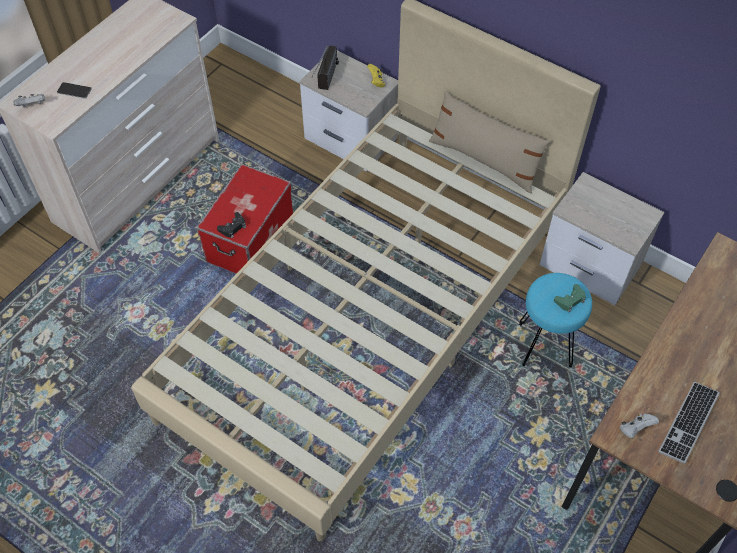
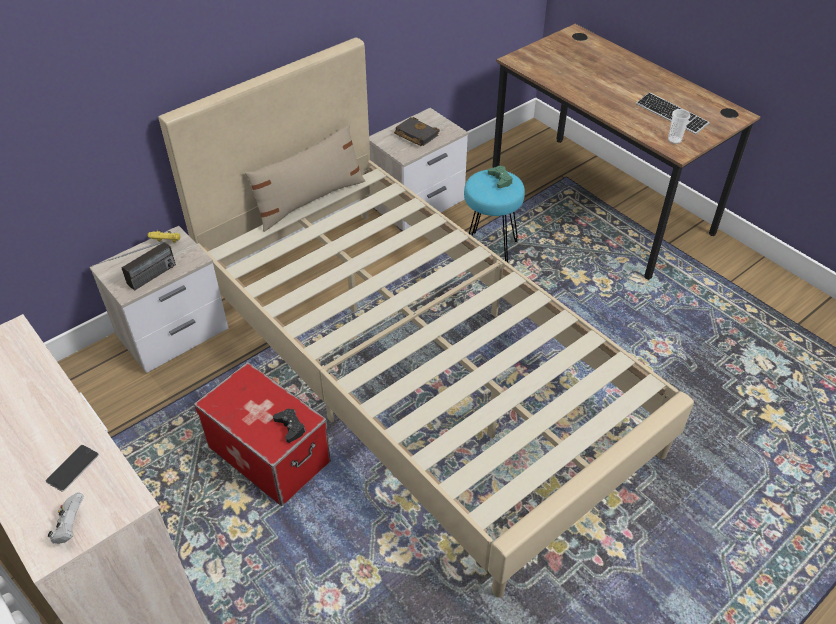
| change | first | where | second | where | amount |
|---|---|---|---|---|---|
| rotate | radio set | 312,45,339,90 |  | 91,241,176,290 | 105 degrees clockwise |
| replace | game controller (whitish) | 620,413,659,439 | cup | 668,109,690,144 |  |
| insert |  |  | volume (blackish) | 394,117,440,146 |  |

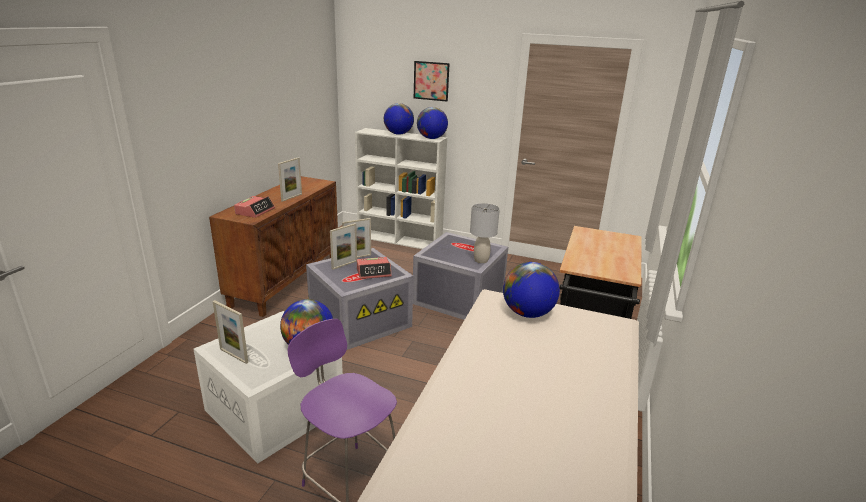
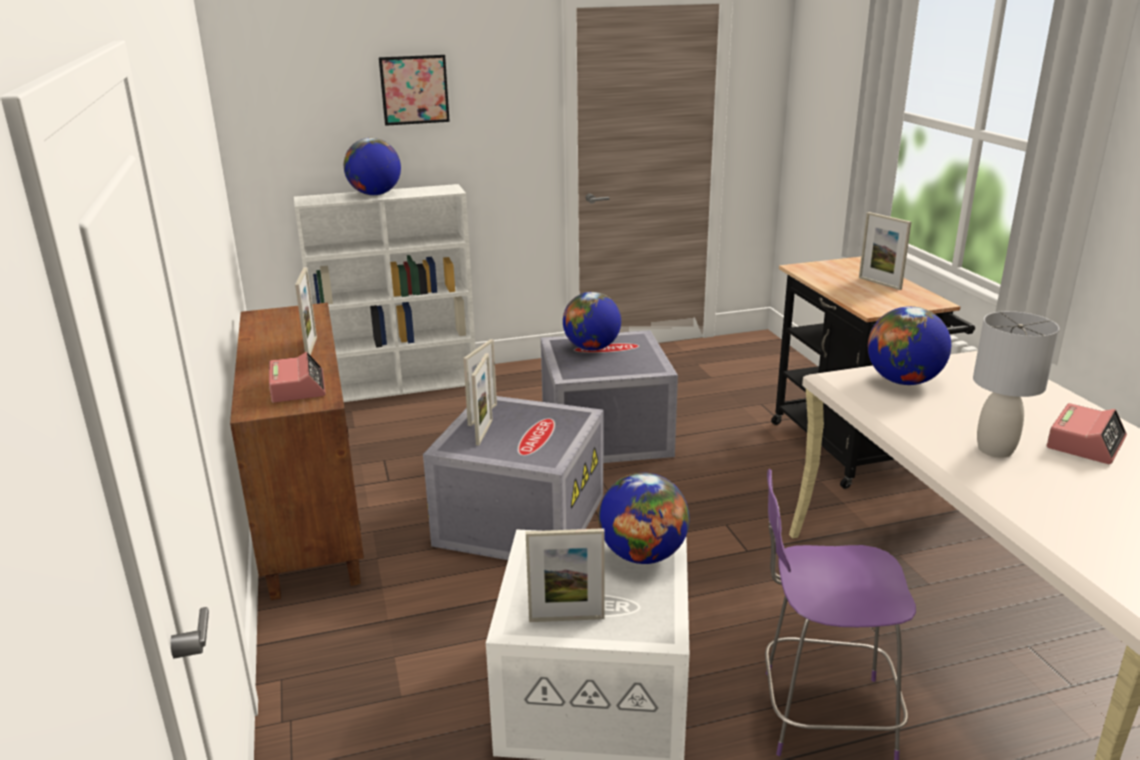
| change | first | where | second | where | amount |
|---|---|---|---|---|---|
| move | alarm clock | 357,257,392,279 |  | 1046,403,1127,464 |  |
| move | world globe | 417,107,448,139 |  | 563,292,621,351 |  |
| move | lamp for a table (grey) | 470,203,500,263 |  | 973,311,1059,458 |  |
| insert |  |  | picture frame | 859,212,911,290 |  |

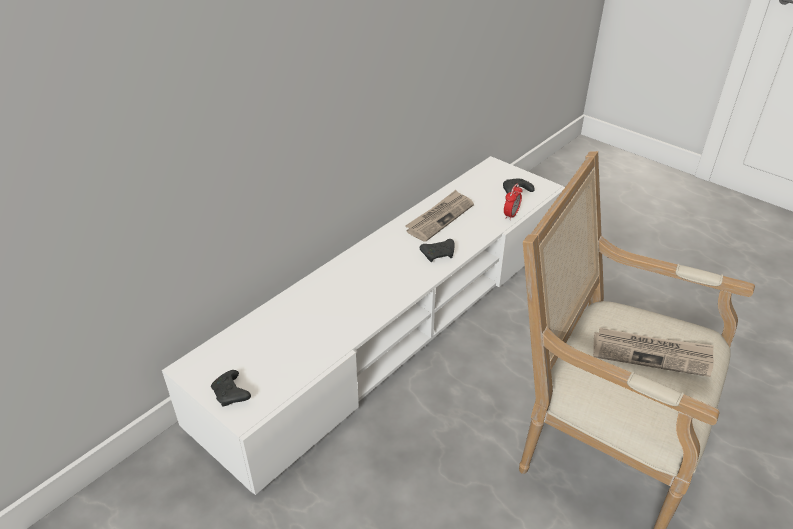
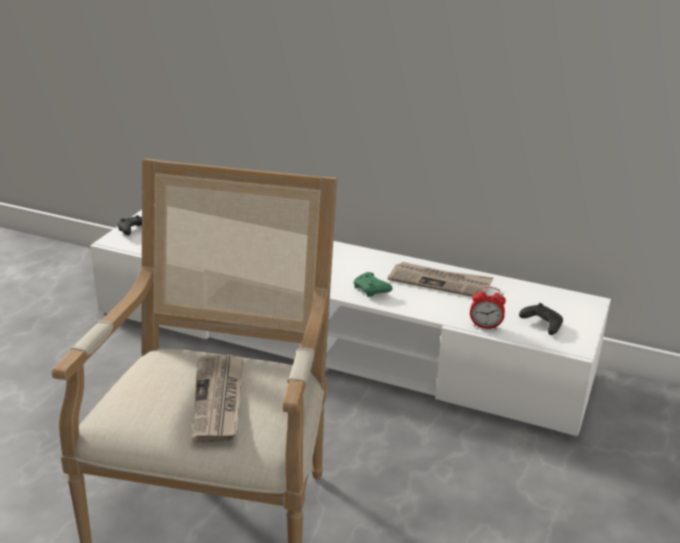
| change | first | where | second | where | amount |
|---|---|---|---|---|---|
| recolor | game controller (blackish) | 420,239,455,262 | game controller (green-coloured) | 353,272,393,297 |  |

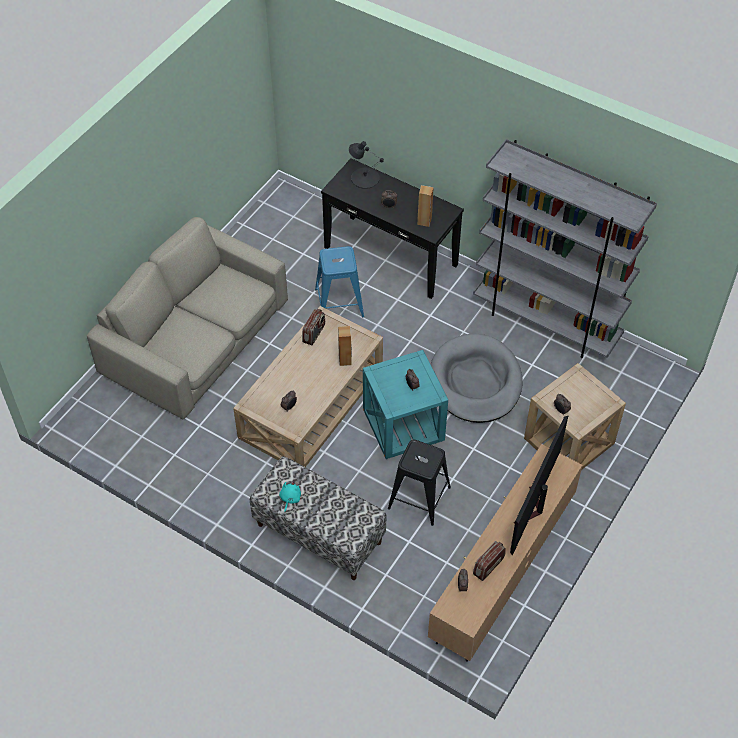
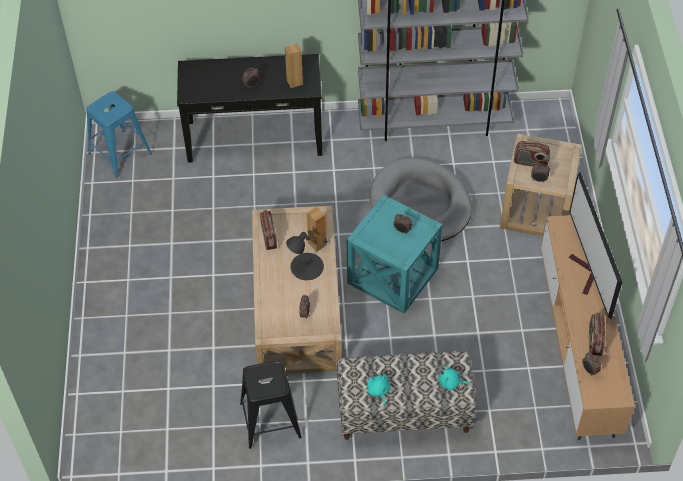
| change | first | where | second | where | amount |
|---|---|---|---|---|---|
| delete | couch (beige) | 87,217,288,419 |  |  |  |
| move | stool (blue-coloured) | 315,246,364,317 |  | 86,91,152,178 |  |
| move | lamp for a table (blackish) | 349,141,384,189 |  | 286,232,328,280 |  |
| move | stool (blackish) | 388,440,451,526 |  | 240,361,302,449 |  |
| insert |  |  | soft toy (blue-green) | 439,365,470,390 |  |
| insert |  |  | radio set | 514,141,550,167 |  |

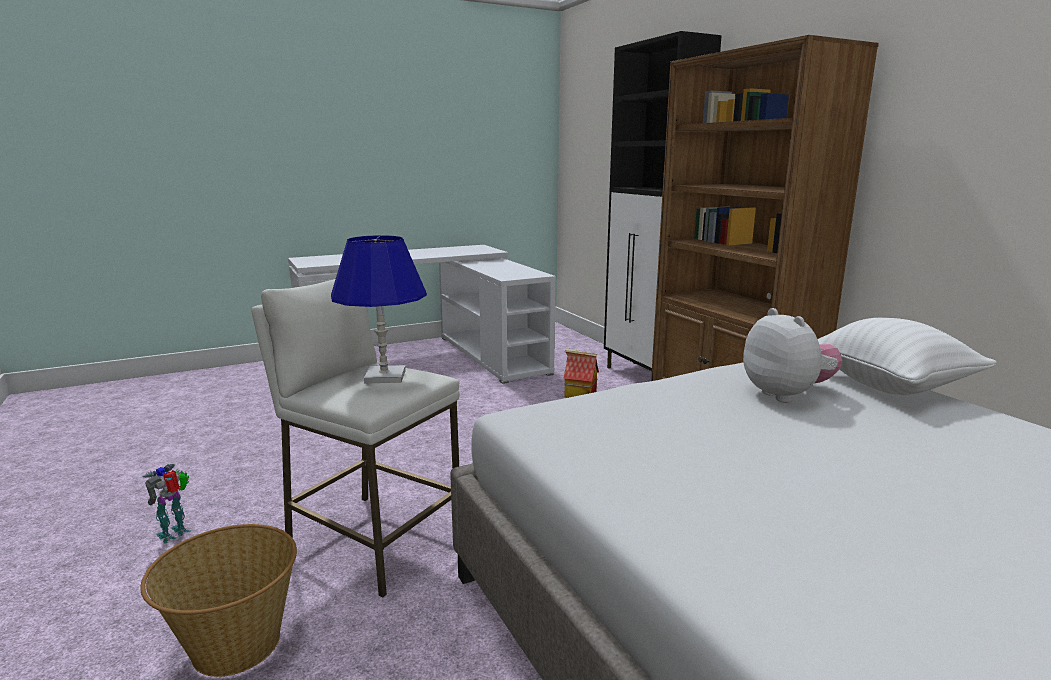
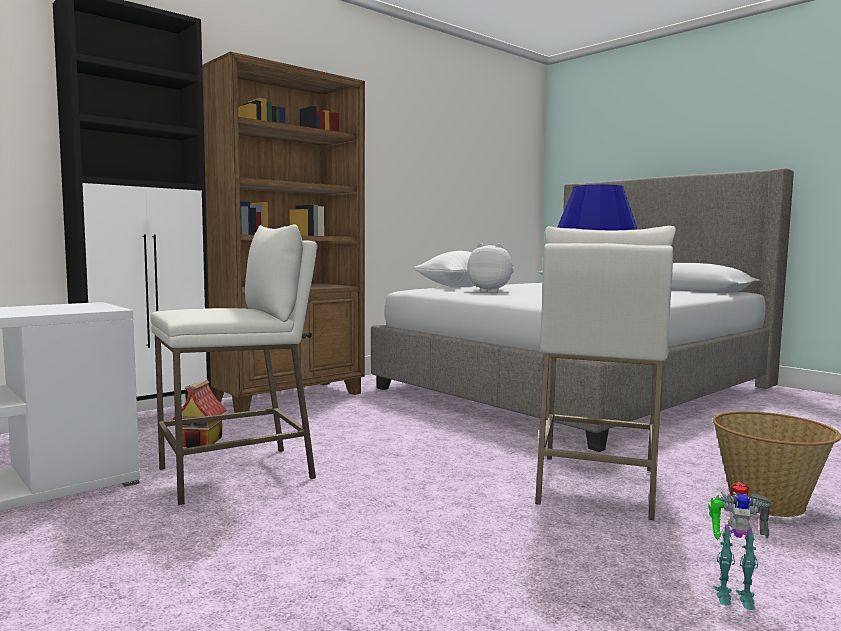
| change | first | where | second | where | amount |
|---|---|---|---|---|---|
| rotate | soft toy | 743,308,842,403 |  | 467,243,514,293 | 60 degrees clockwise |
| insert |  |  | stool (whitish) | 151,224,318,505 |  |

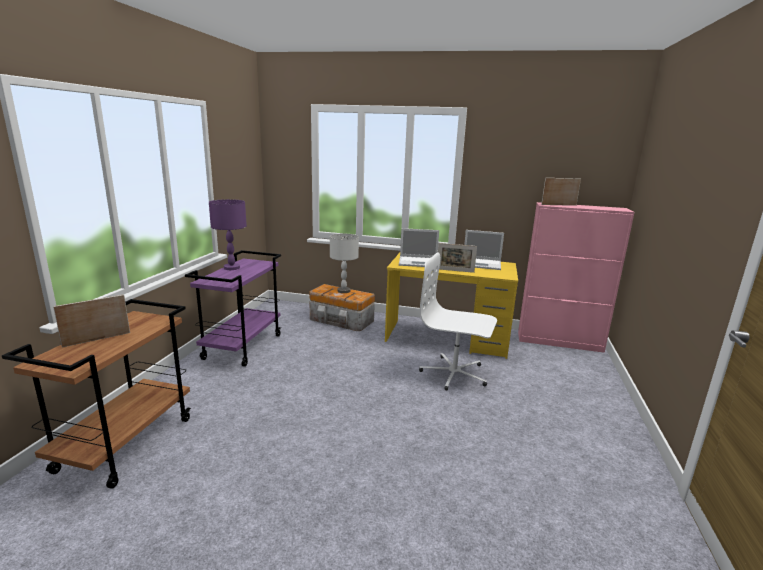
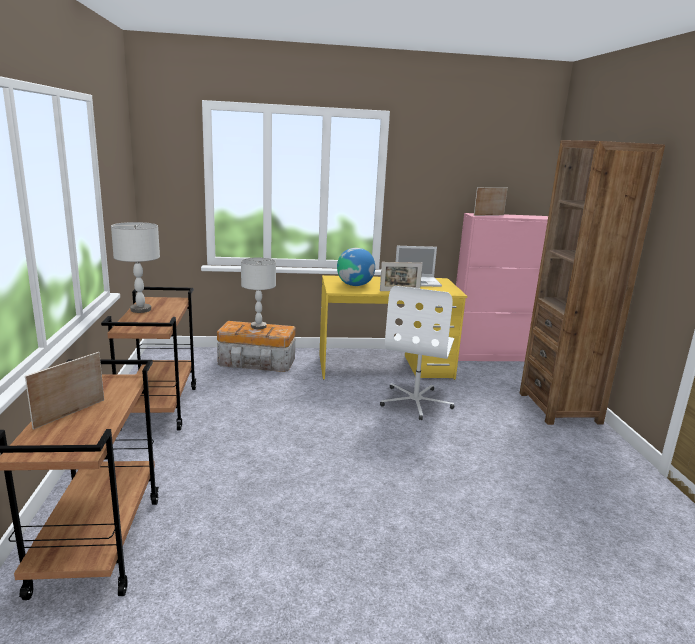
| change | first | where | second | where | amount |
|---|---|---|---|---|---|
| recolor | wheeled cart (purple-coloured) | 185,250,281,367 | wheeled cart (brown) | 101,287,196,430 |  |
| recolor | lamp for a table (purple-coloured) | 209,199,247,270 | lamp for a table (grey) | 111,222,160,313 |  |
| replace | laptop | 399,228,439,267 | world globe | 337,248,375,286 |  |
| rotate | desk chair (whitish) | 419,252,497,390 |  | 380,286,454,420 | 75 degrees counterclockwise |
| insert |  |  | bookshelf (brown) | 519,140,665,425 |  |

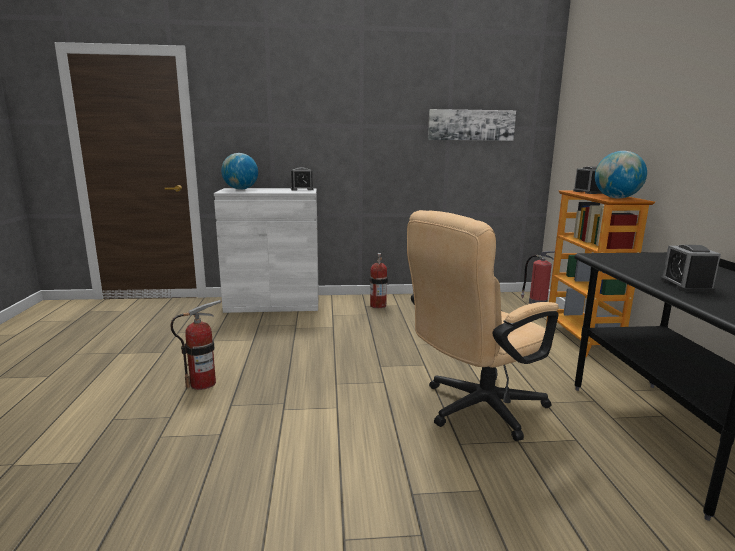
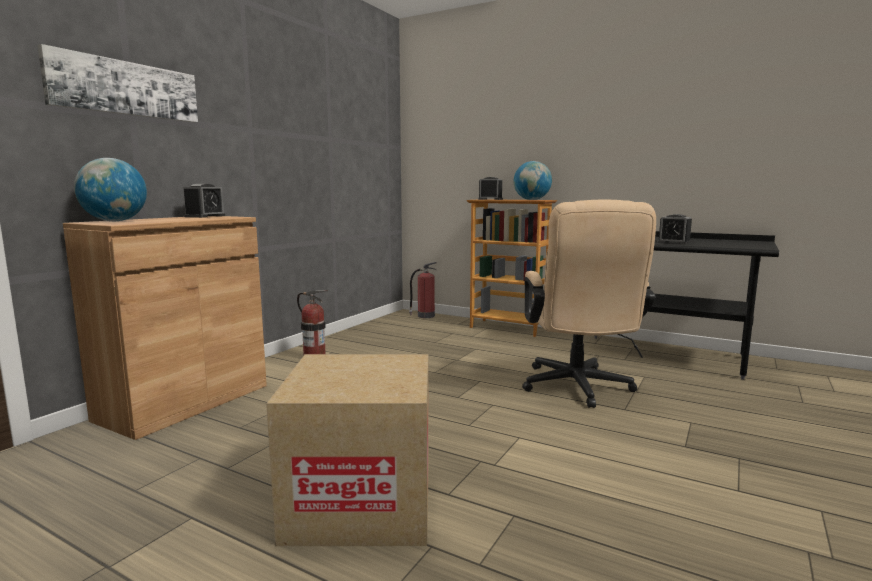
| change | first | where | second | where | amount |
|---|---|---|---|---|---|
| replace | fire-fighting cylinder | 170,300,221,390 | carton | 266,354,429,546 |  |
| recolor | cupboard (whitish) | 214,188,319,313 | cupboard (brown) | 63,216,267,440 |  |
| move | wall picture | 428,109,516,141 |  | 37,44,198,123 |  |

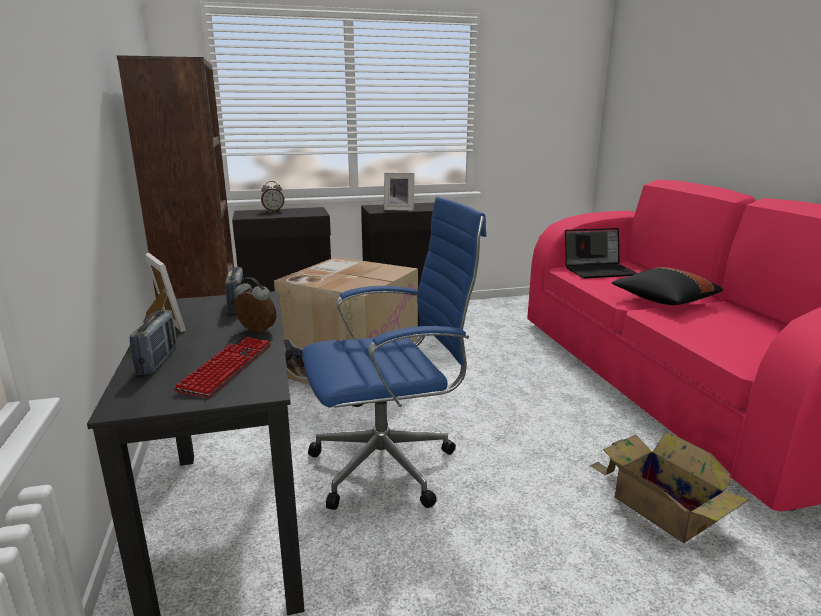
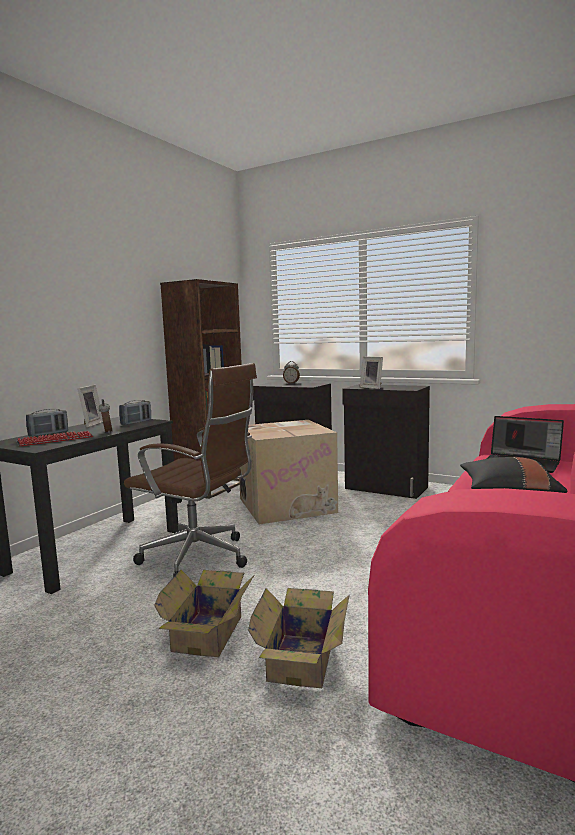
| change | first | where | second | where | amount |
|---|---|---|---|---|---|
| recolor | desk chair (blue-coloured) | 302,197,486,510 | desk chair (brown) | 124,363,257,577 |  |
| insert |  |  | carton | 154,570,254,657 |  |

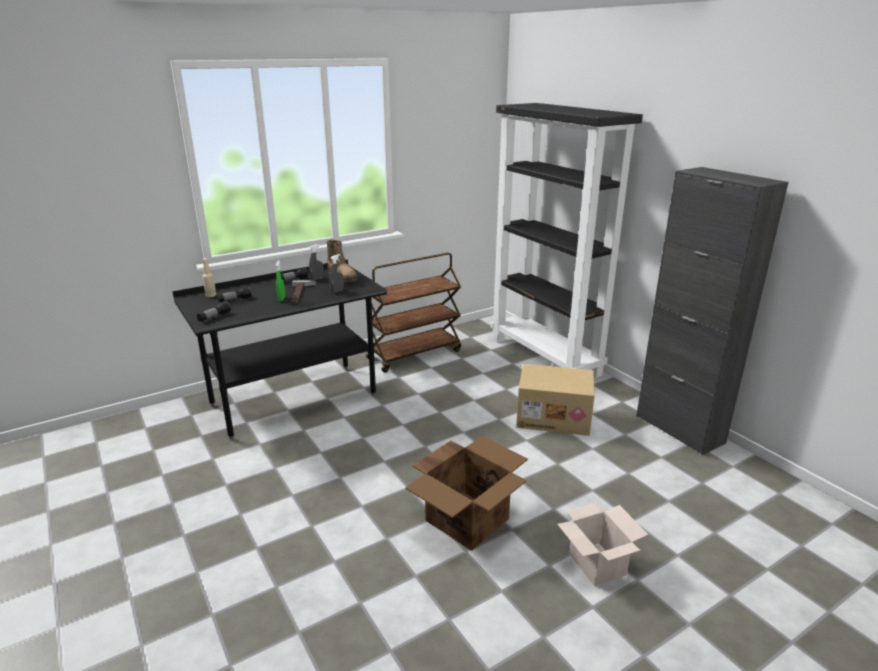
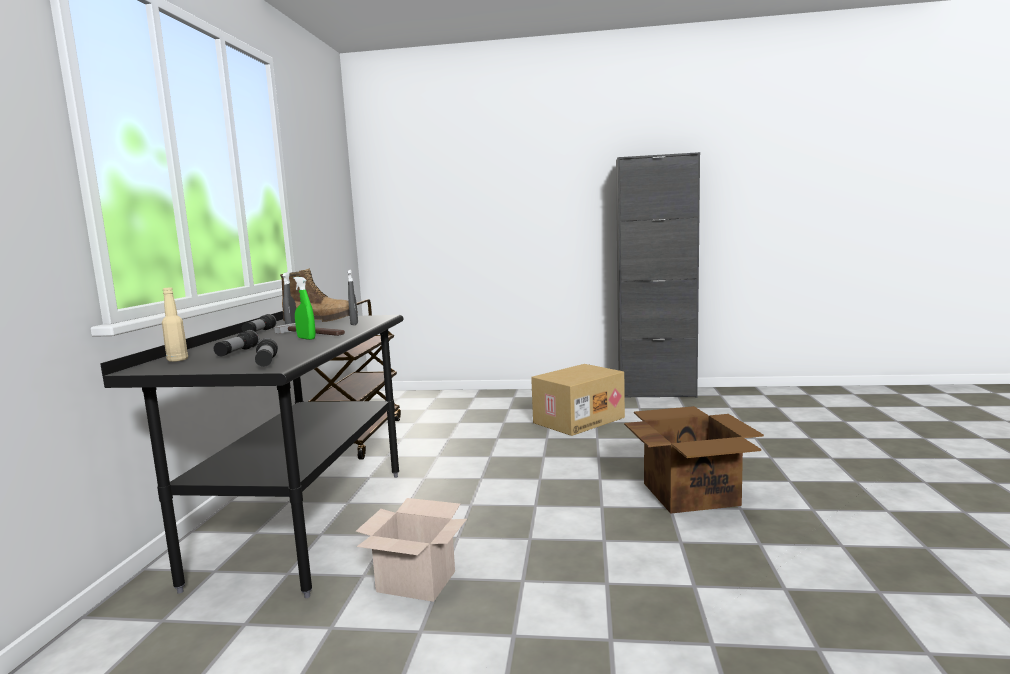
| change | first | where | second | where | amount |
|---|---|---|---|---|---|
| delete | bookshelf (blackish) | 490,103,643,378 |  |  |  |
| move | carton | 557,503,648,586 |  | 356,498,467,602 |  |

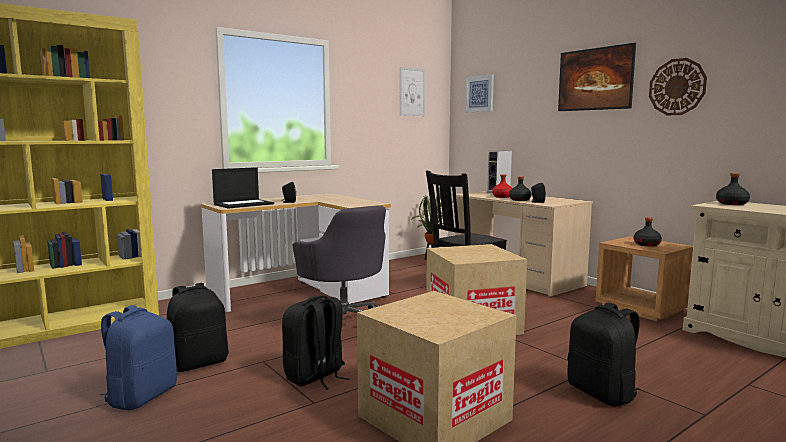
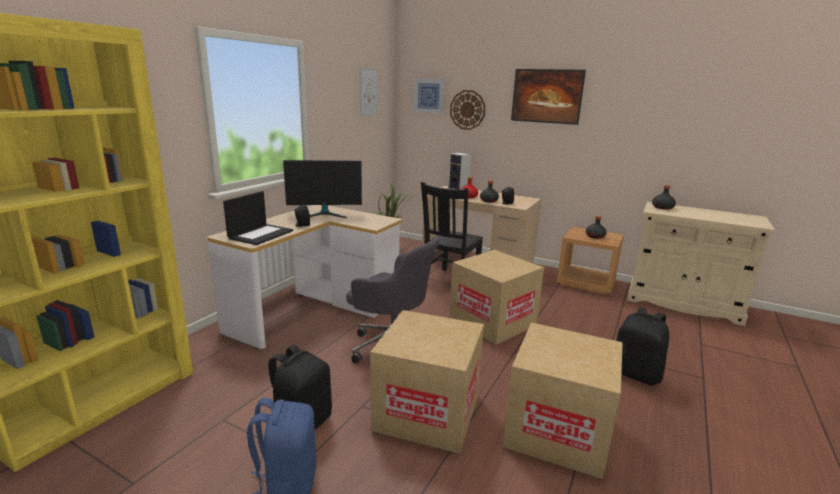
| change | first | where | second | where | amount |
|---|---|---|---|---|---|
| replace | rucksack (blackish) | 282,296,349,390 | carton | 370,310,484,454 |  |
| move | hanging clock | 649,58,707,115 |  | 450,90,486,130 |  |
| insert |  |  | computer display | 283,160,362,218 |  |

